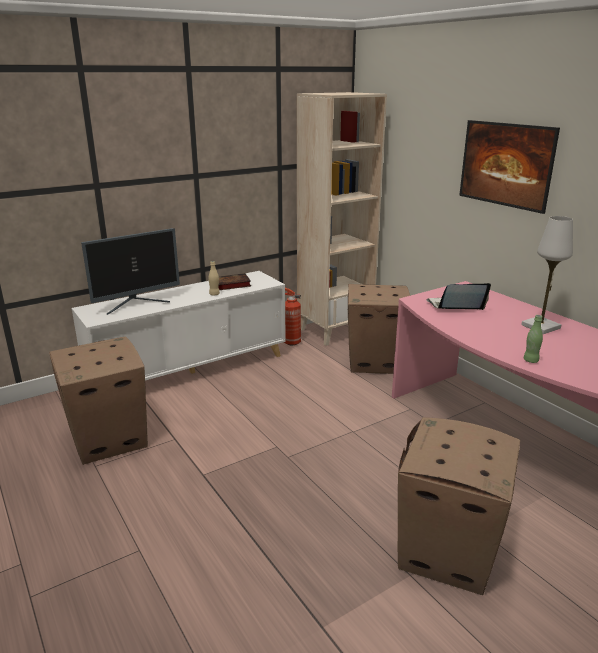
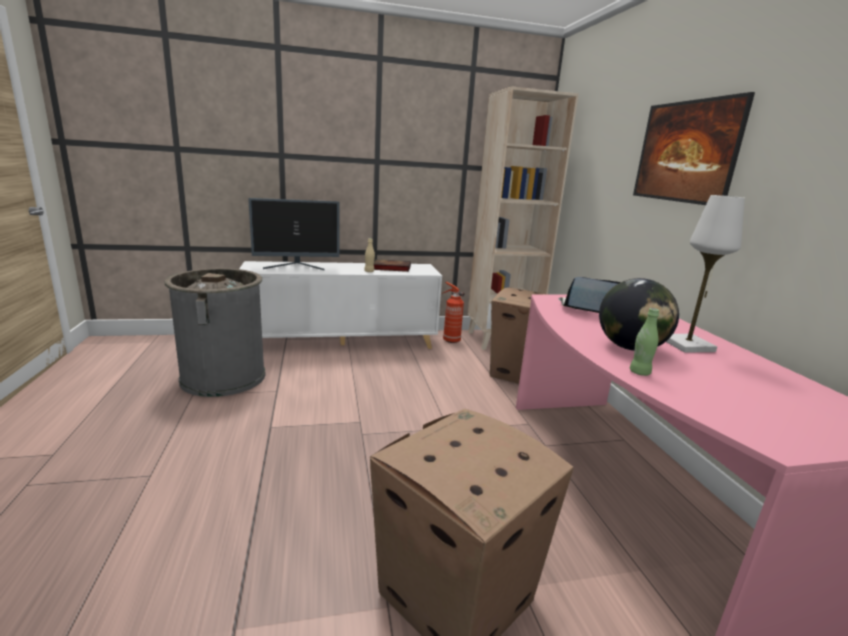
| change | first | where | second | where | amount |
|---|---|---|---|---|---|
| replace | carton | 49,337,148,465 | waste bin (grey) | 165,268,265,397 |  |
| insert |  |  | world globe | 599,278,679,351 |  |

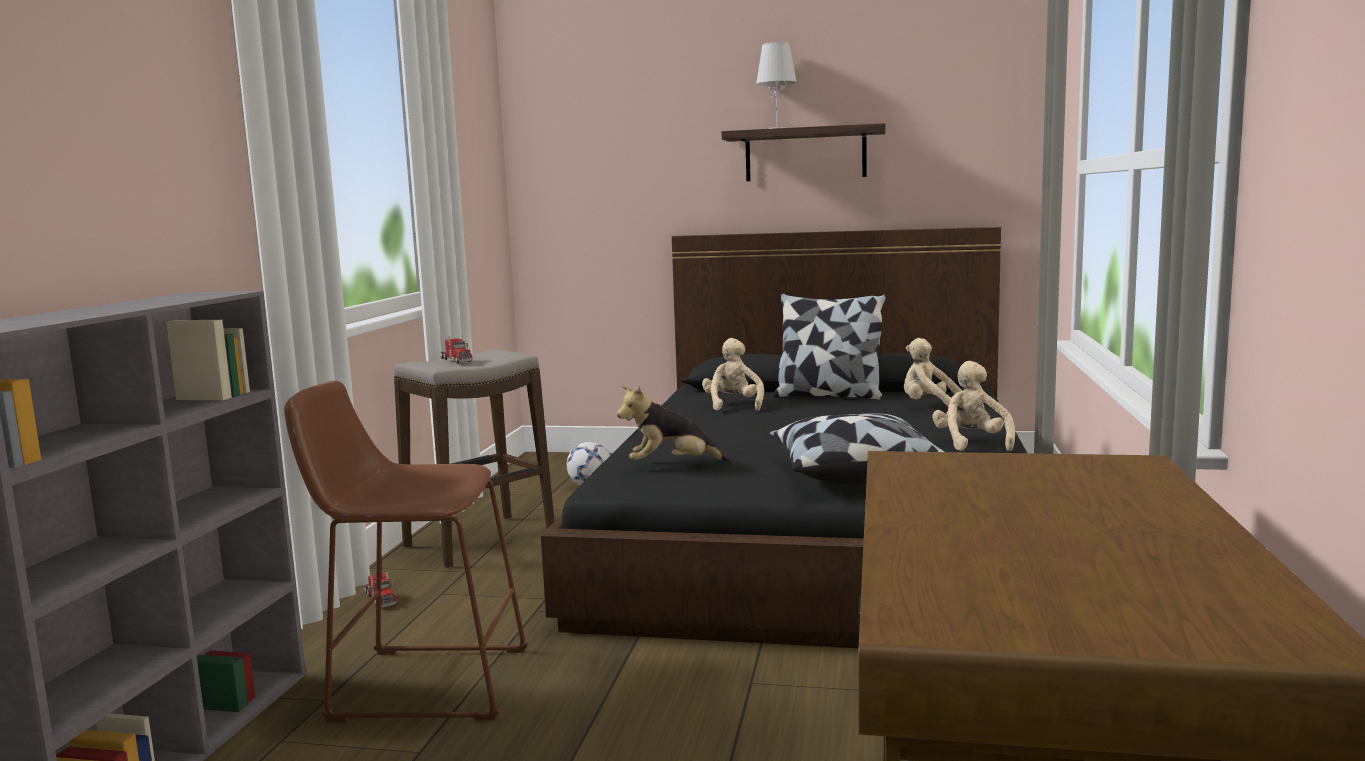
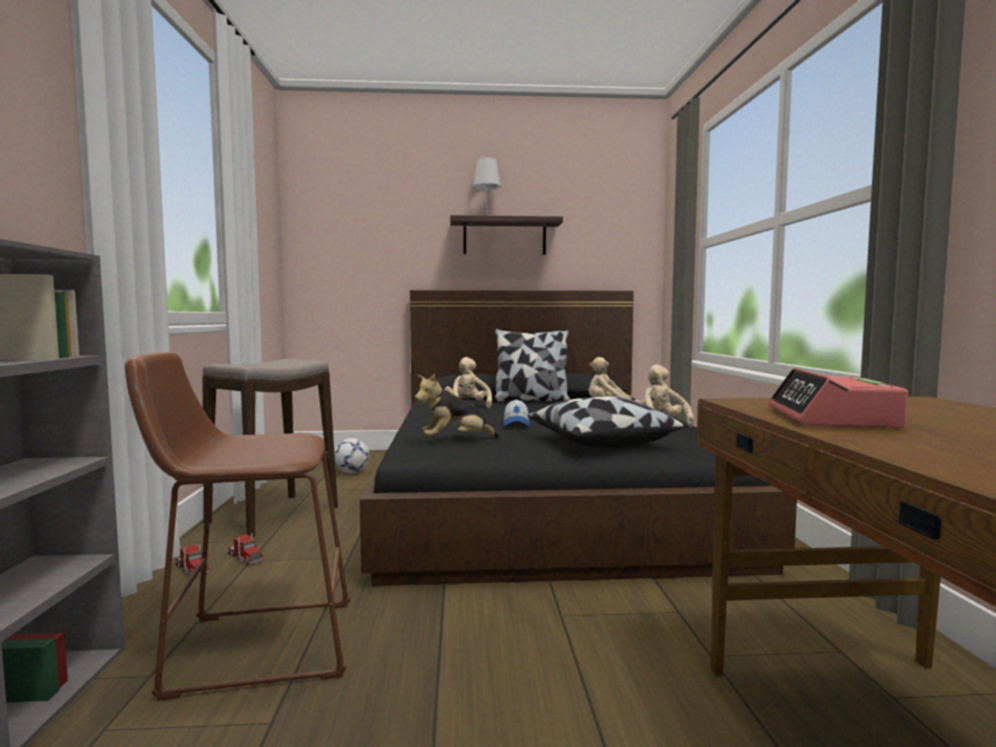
| change | first | where | second | where | amount |
|---|---|---|---|---|---|
| move | toy lorry | 440,335,472,363 |  | 227,533,263,565 |  |
| insert |  |  | peaked cap | 503,399,530,427 |  |
| insert |  |  | alarm clock | 769,368,908,428 |  |

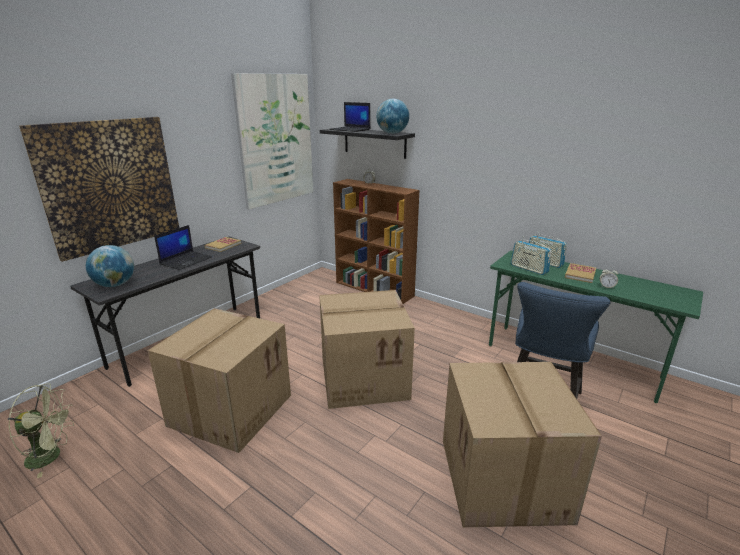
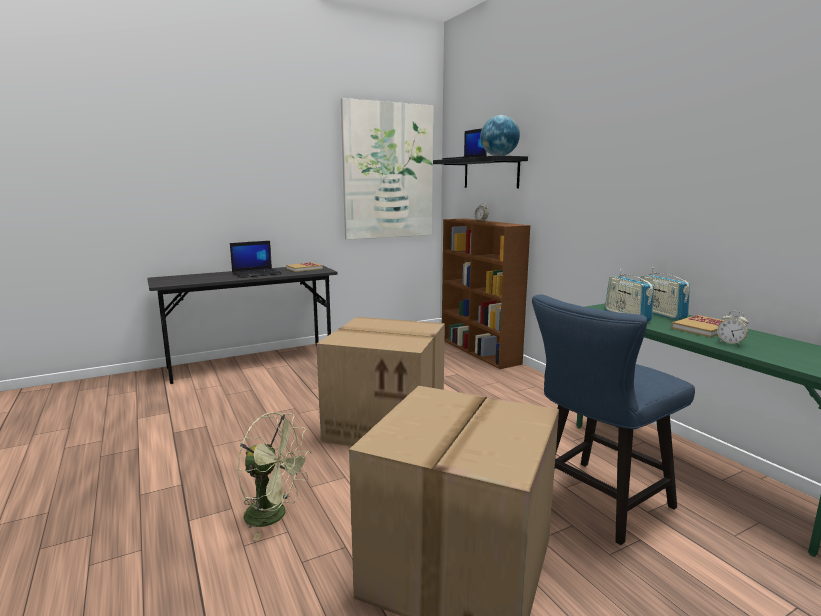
| change | first | where | second | where | amount |
|---|---|---|---|---|---|
| move | electric fan (green-coloured) | 8,383,74,478 |  | 237,412,312,540 |  |
| delete | wall picture | 19,117,179,262 |  |  |  |
| delete | world globe | 86,245,134,287 |  |  |  |
| delete | carton | 147,308,291,453 |  |  |  |

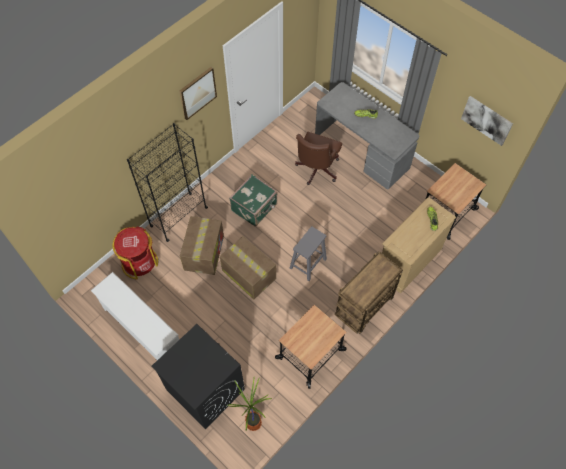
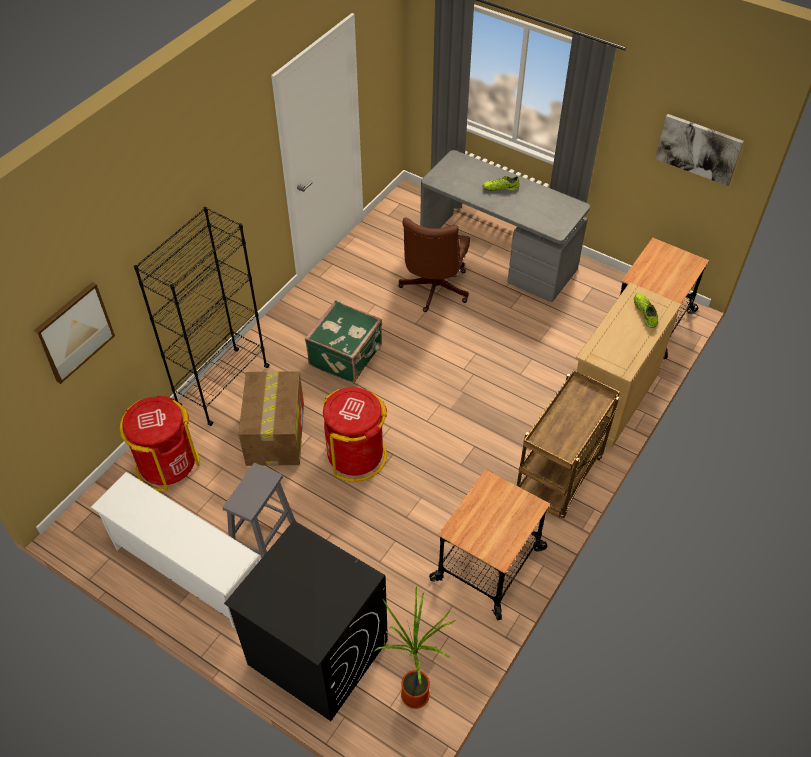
| change | first | where | second | where | amount |
|---|---|---|---|---|---|
| move | wall picture | 179,67,217,120 |  | 34,282,115,384 |  |
| replace | carton | 220,236,276,299 | waste bin (reddish) | 323,387,387,482 |  |
| move | stool (grey) | 290,226,327,281 |  | 223,463,296,558 |  |

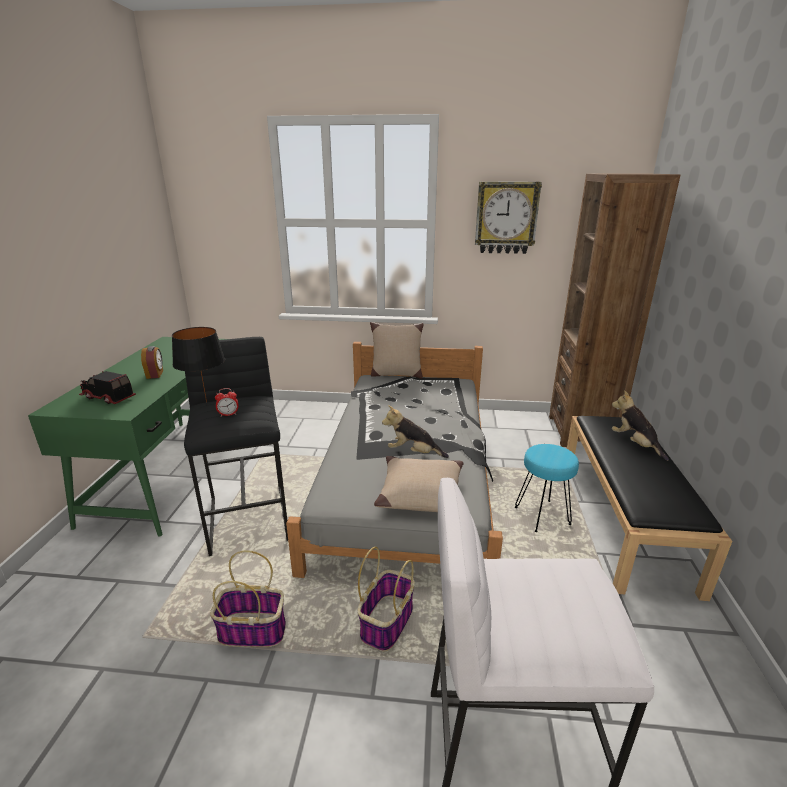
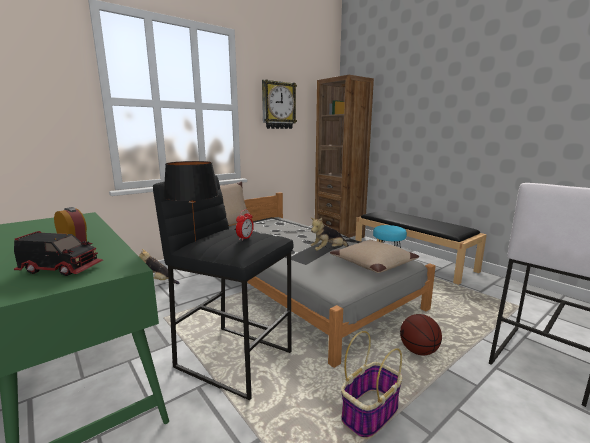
| change | first | where | second | where | amount |
|---|---|---|---|---|---|
| rotate | toy lorry | 79,371,136,404 |  | 14,231,103,276 | 150 degrees counterclockwise |
| replace | household basket | 357,547,415,651 | basketball | 400,314,442,355 |  |
| move | soft toy | 612,390,669,461 |  | 139,249,180,284 |  |

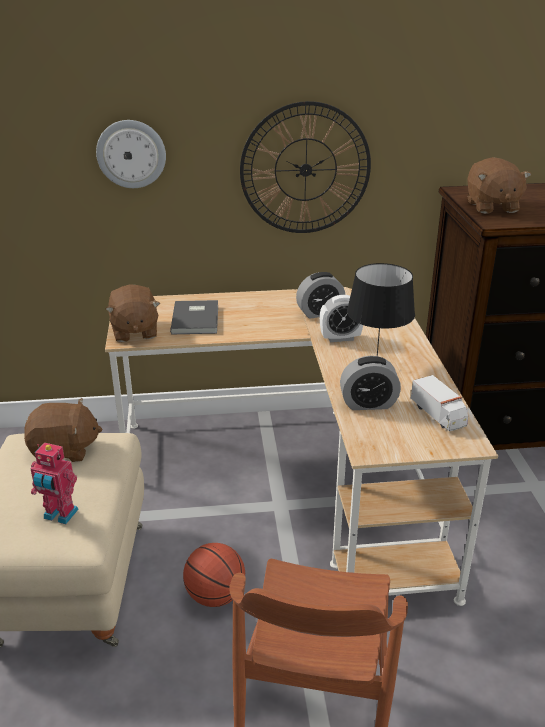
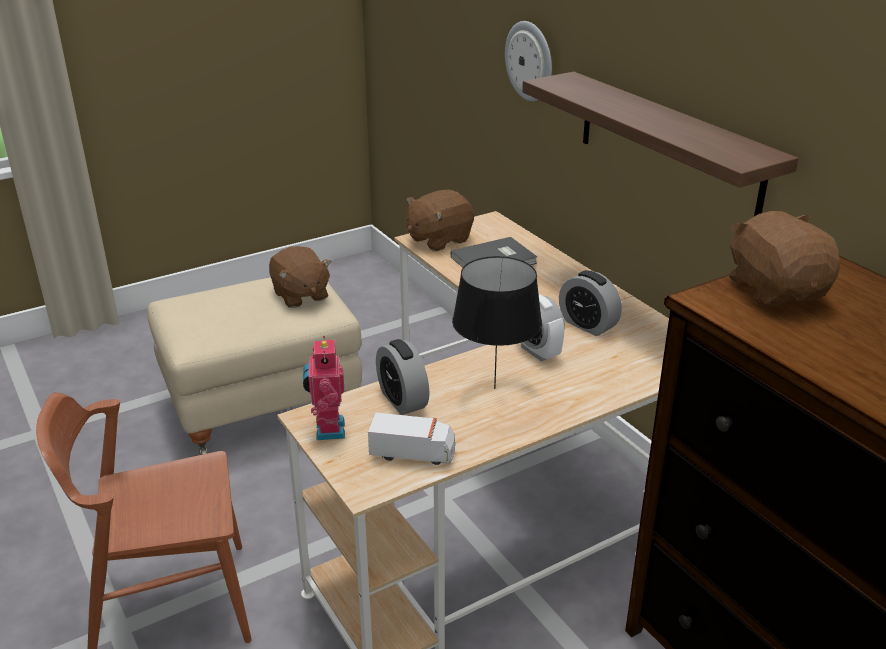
| change | first | where | second | where | amount |
|---|---|---|---|---|---|
| move | toy robot | 31,443,78,524 |  | 303,336,345,440 |  |
| delete | basketball | 183,543,245,607 |  |  |  |
| replace | hanging clock | 240,101,371,233 | bracket shelf | 522,72,799,216 |  |
| rotate | toy lorry | 411,375,468,431 |  | 368,412,455,465 | 120 degrees counterclockwise |
| rotate | soft toy (brown) | 467,157,531,214 |  | 729,211,840,307 | 105 degrees clockwise |

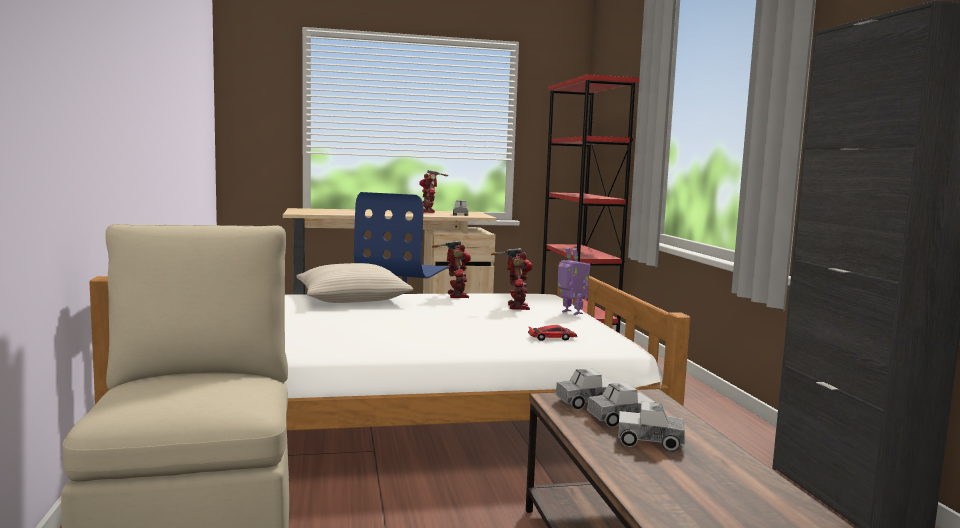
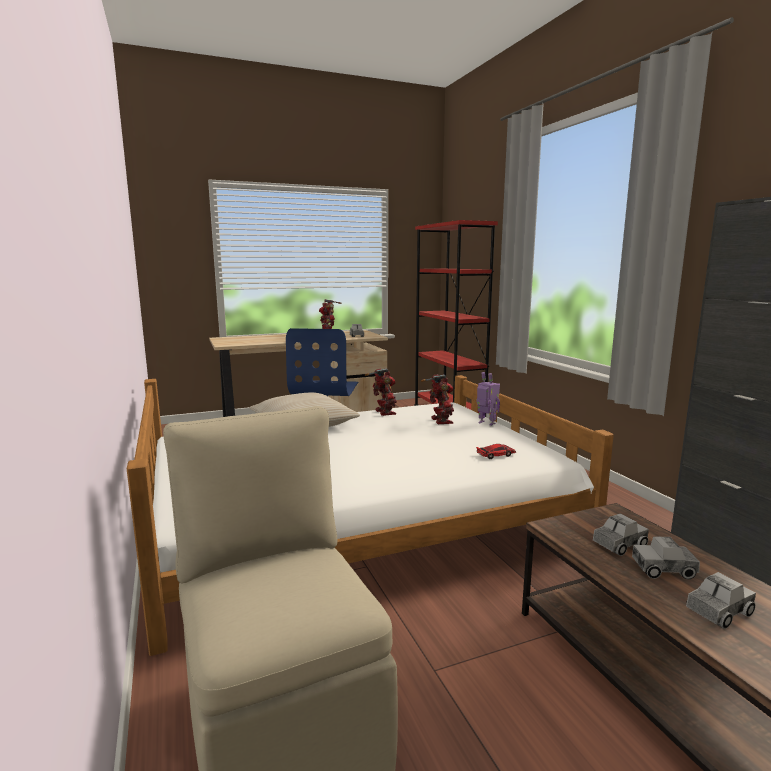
| change | first | where | second | where | amount |
|---|---|---|---|---|---|
| move | toy lorry | 555,368,613,410 |  | 686,572,756,629 |  |

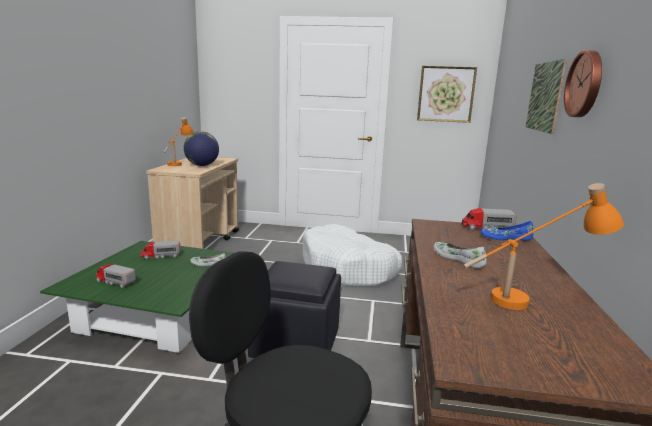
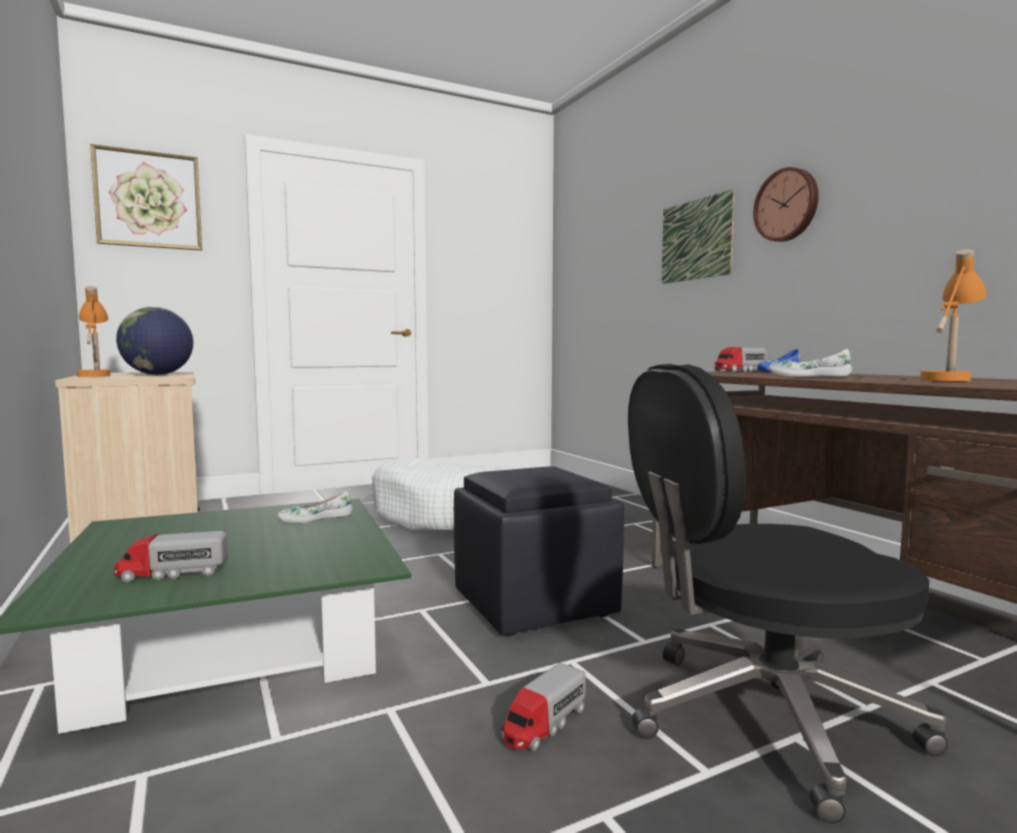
| change | first | where | second | where | amount |
|---|---|---|---|---|---|
| move | toy lorry | 141,241,180,259 |  | 501,663,586,751 |  |
| move | wall picture | 417,66,477,123 |  | 90,144,202,250 |  |

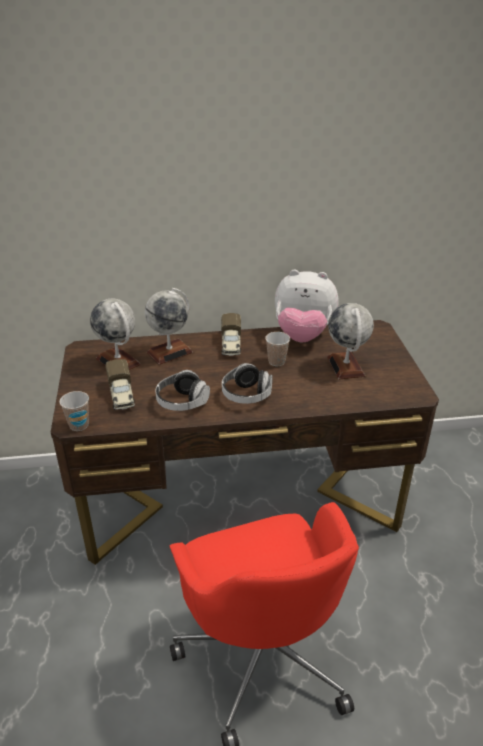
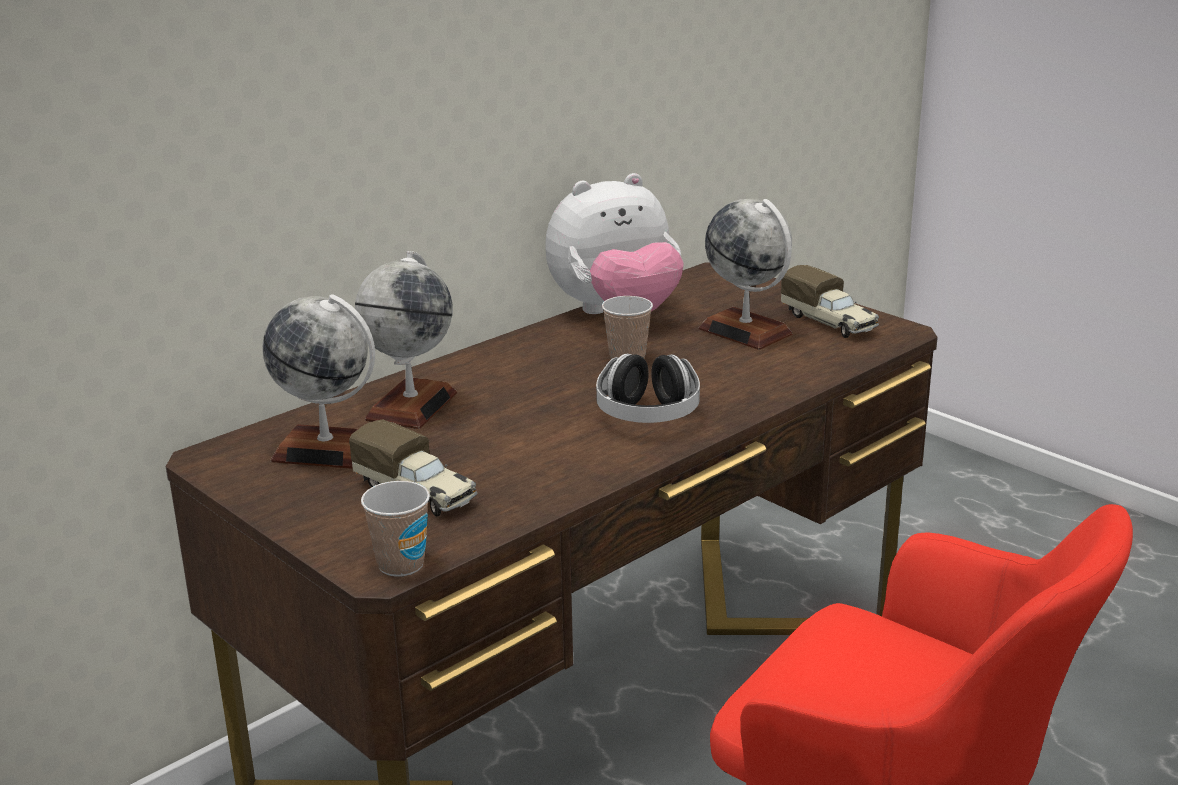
| change | first | where | second | where | amount |
|---|---|---|---|---|---|
| delete | headphones | 155,370,210,411 |  |  |  |
| move | toy lorry | 221,313,241,356 |  | 781,265,879,338 |  |

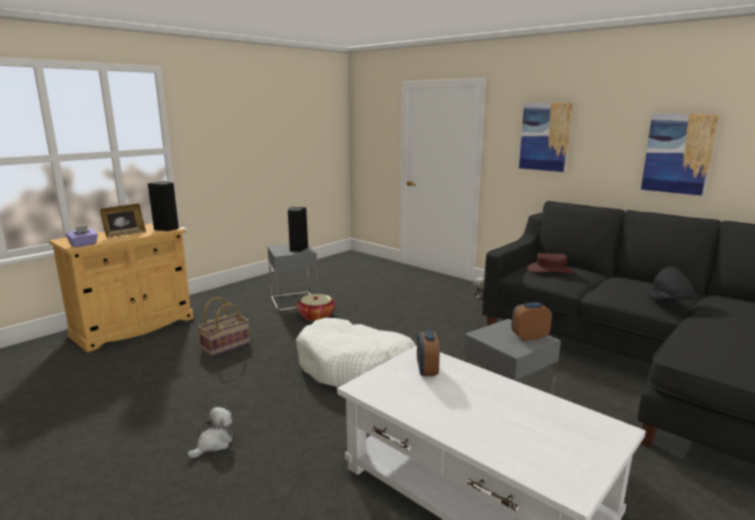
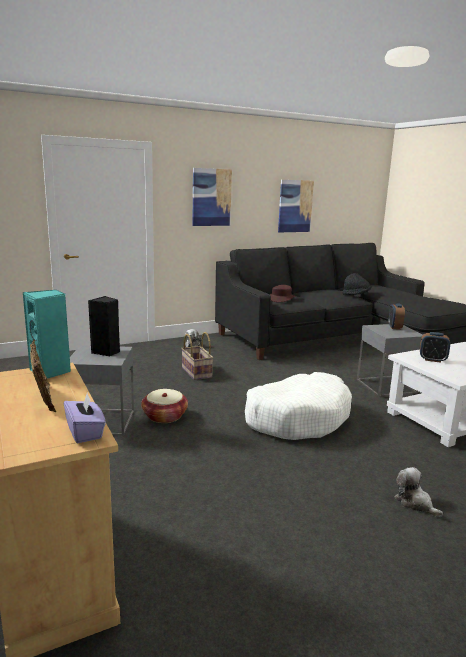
| change | first | where | second | where | amount |
|---|---|---|---|---|---|
| recolor | speaker (blackish) | 148,181,179,231 | speaker (blue-green) | 23,290,71,379 |  |
| move | household basket | 198,297,250,357 |  | 181,332,213,380 |  |

